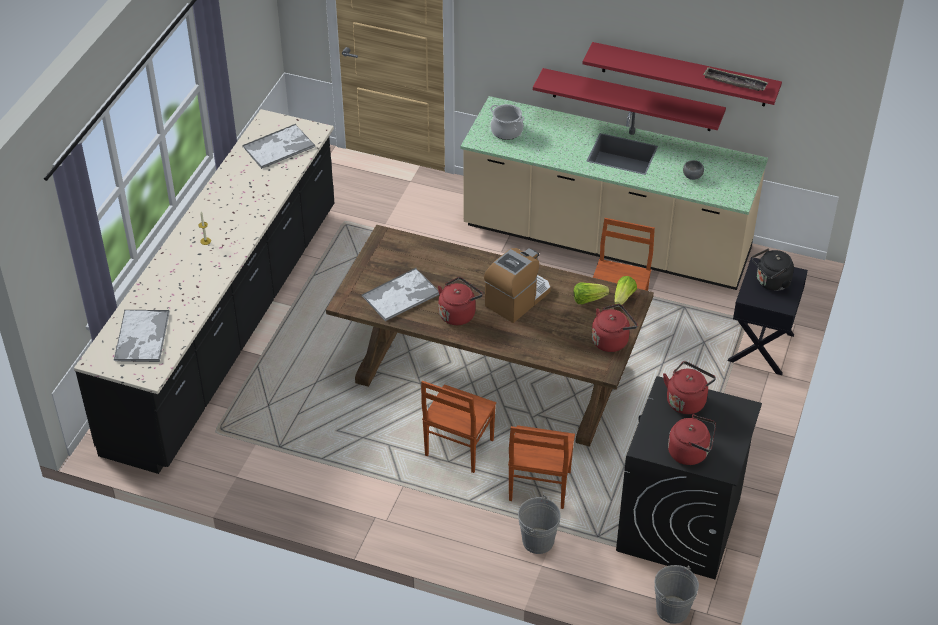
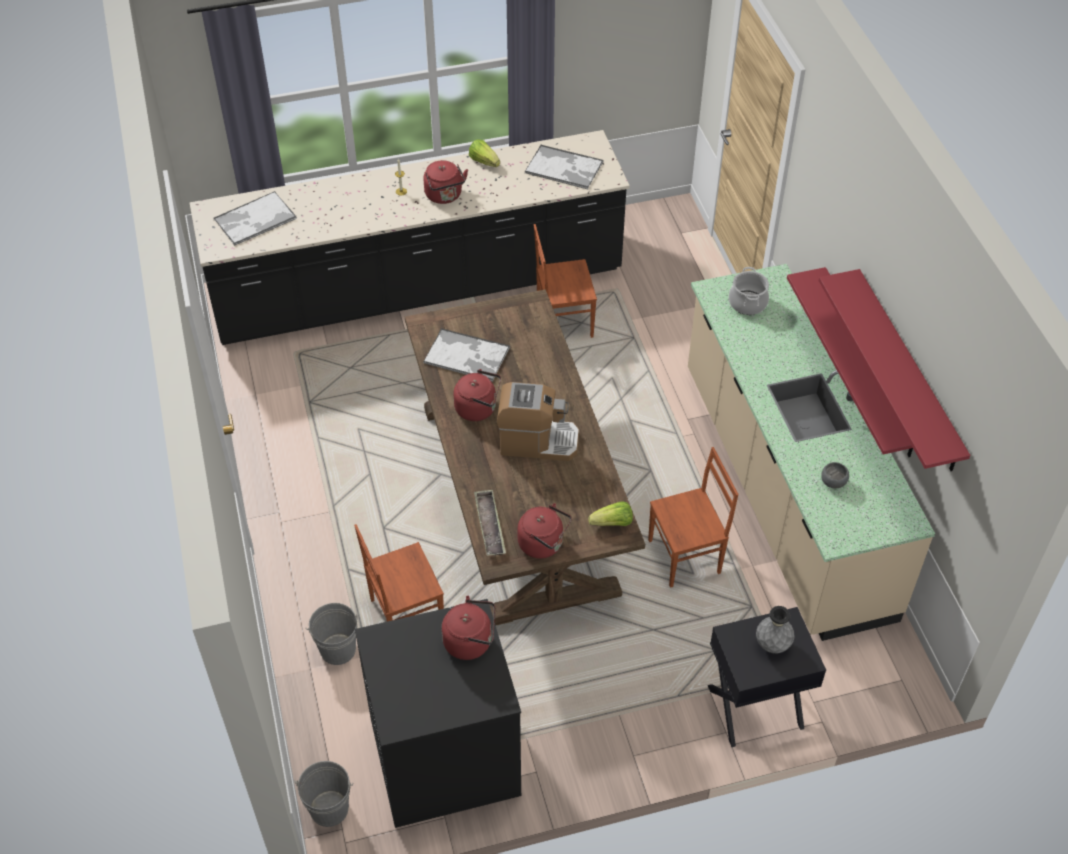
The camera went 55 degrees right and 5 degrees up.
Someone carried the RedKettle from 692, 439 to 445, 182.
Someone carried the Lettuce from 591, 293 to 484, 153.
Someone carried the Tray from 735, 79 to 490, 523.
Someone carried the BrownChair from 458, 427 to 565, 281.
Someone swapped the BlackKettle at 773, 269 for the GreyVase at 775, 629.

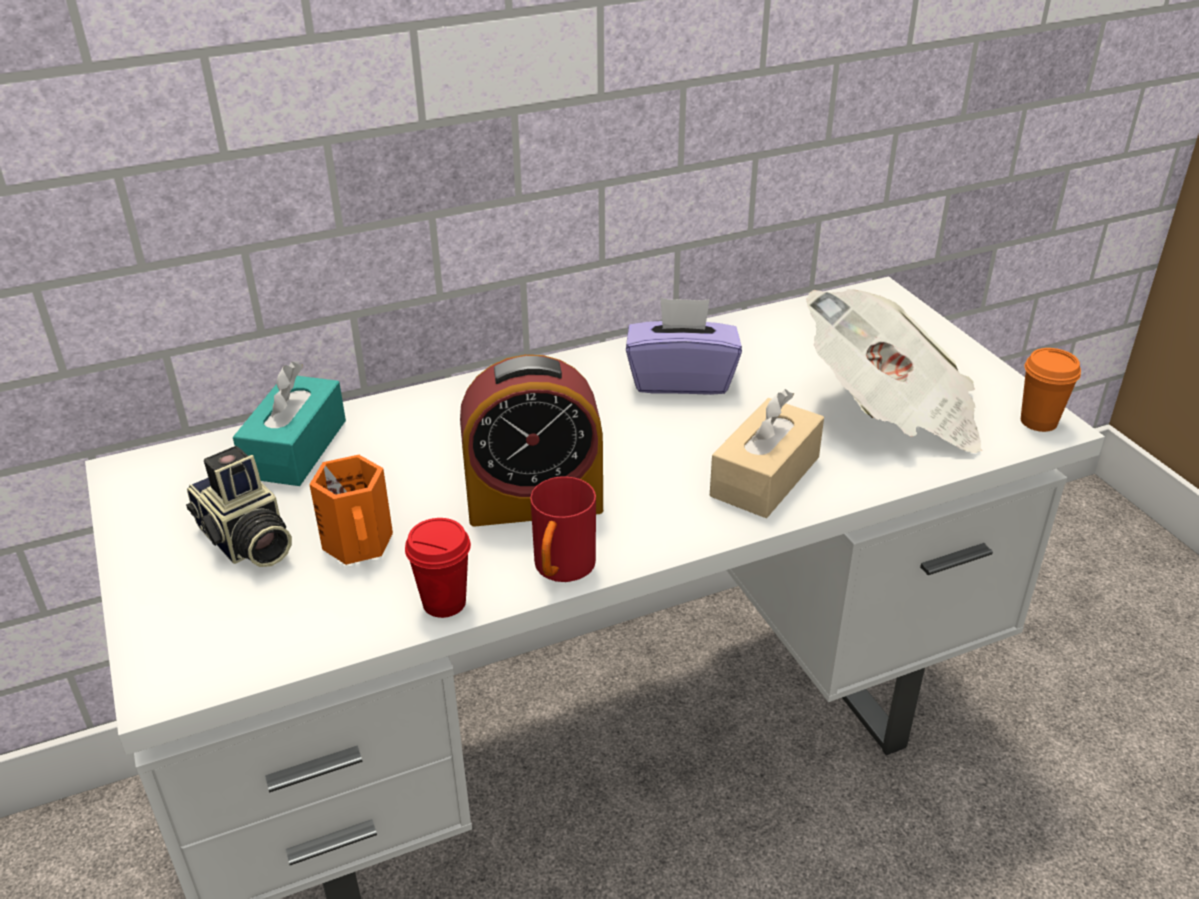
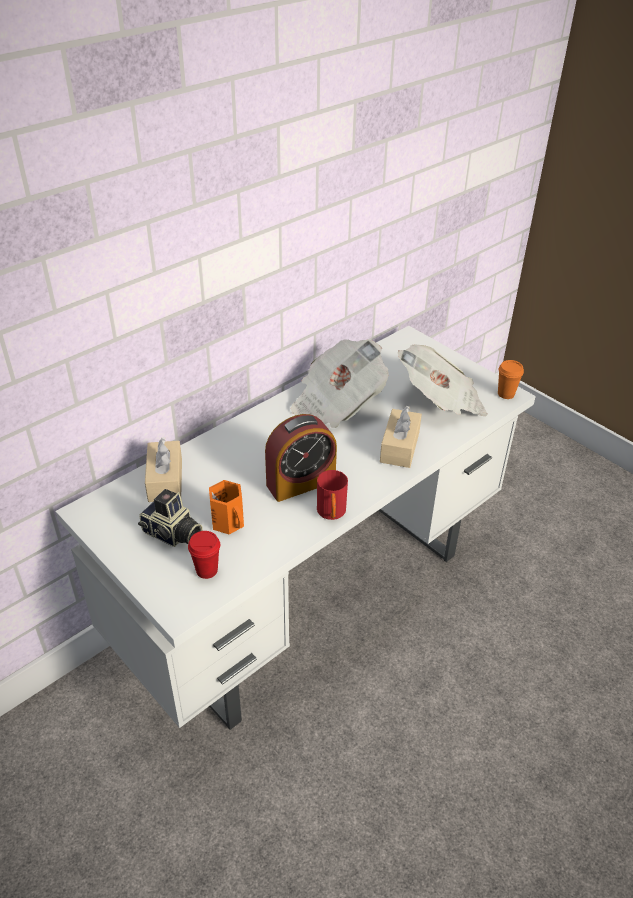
The camera went 20 degrees left and 5 degrees up.
Someone repainted the TurquoiseTissueBox at 289, 424, which became the BeigeTissueBox at 163, 469.
Someone carried the RedCup from 438, 568 to 204, 555.
Someone swapped the PurpleTissueBox at 684, 346 for the Newspaper at 340, 383.

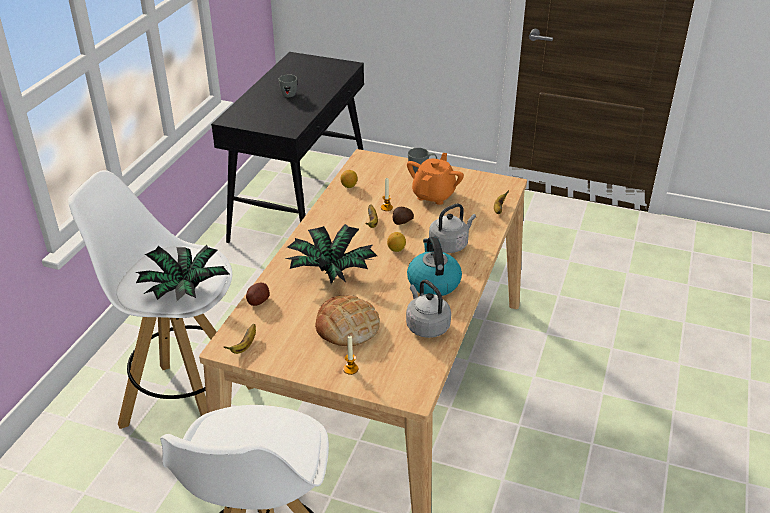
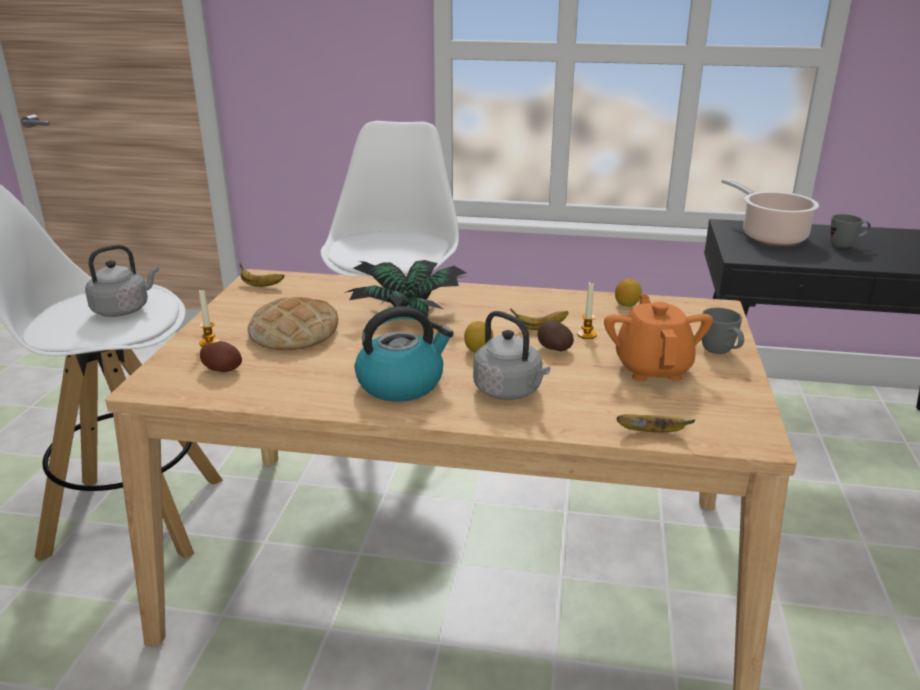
The camera went 80 degrees right and 10 degrees down.
Someone carried the GreyKettle from 428, 308 to 122, 281.
Someone carried the Potato from 258, 294 to 221, 356.
Someone rotated the OrangeTeapot at 435, 179 by 105 degrees counterclockwise.
Someone put down the CookingPot at 770, 212.
Someone took away the PottedPlant at 183, 273.

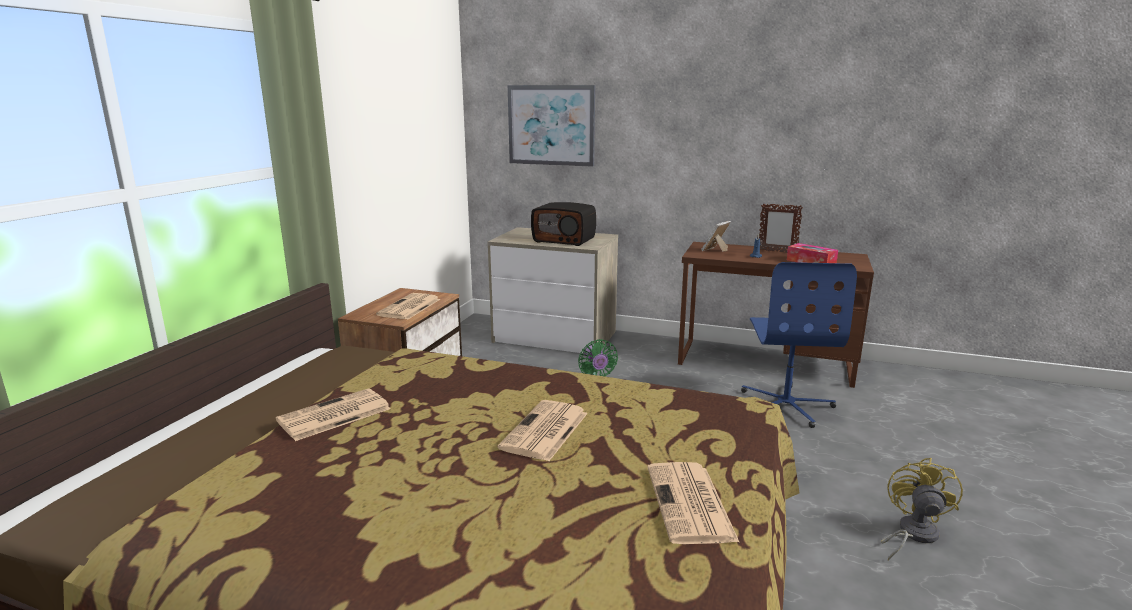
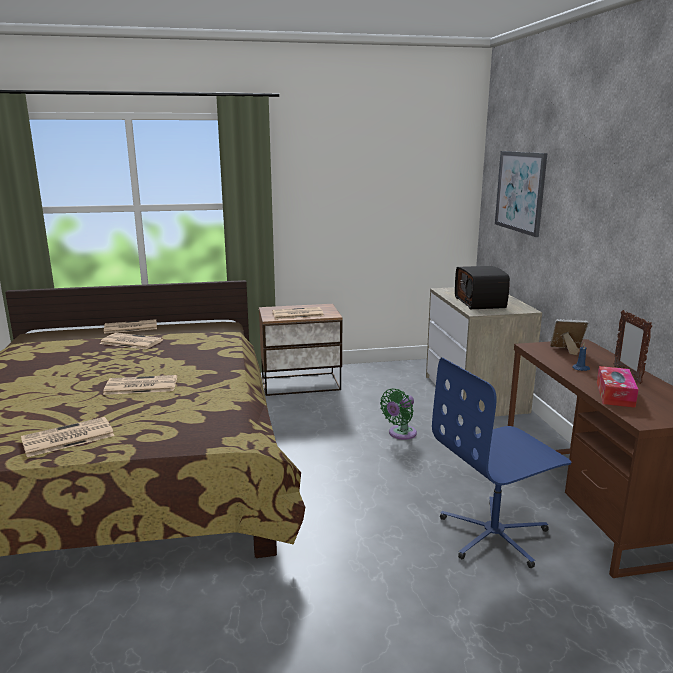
The camera went 60 degrees right and 0 degrees up.
Someone put down the Newspaper at 130, 326.
Someone took away the YellowFan at 922, 509.

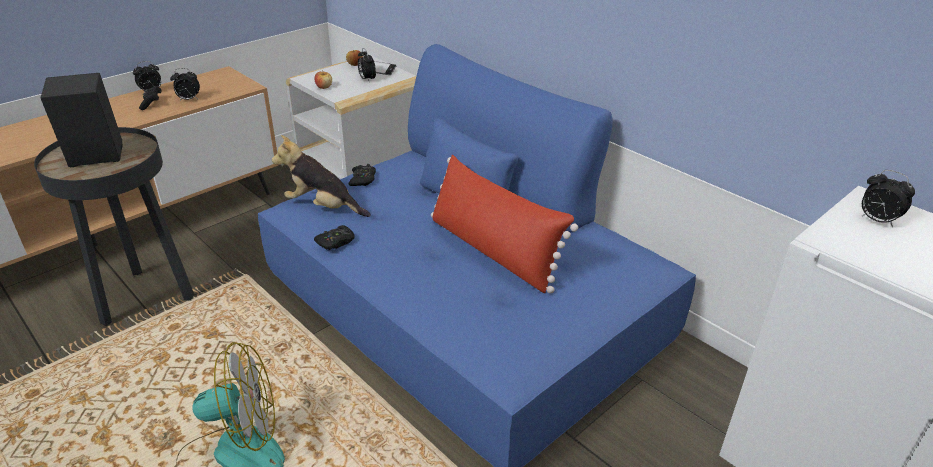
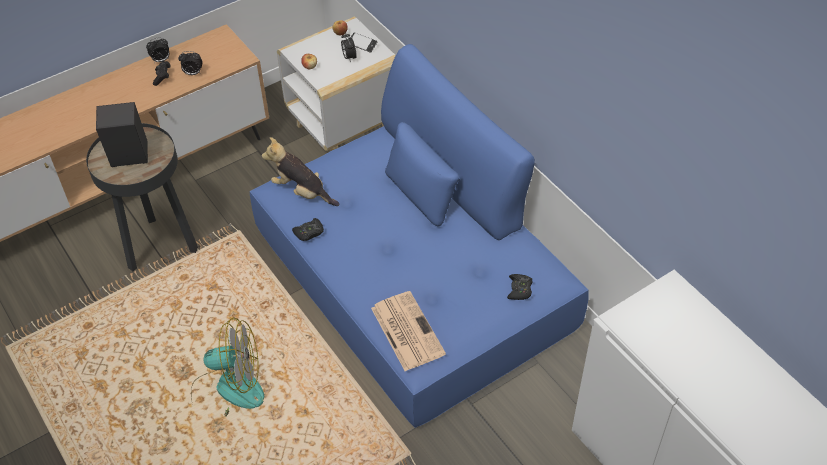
The camera went 10 degrees right and 15 degrees up.
Someone put down the Newspaper at 408, 331.
Someone carried the BlackGameController from 362, 175 to 520, 287.
Someone took away the RedPillow at 504, 224.
Someone took away the AlarmClock at 888, 198.

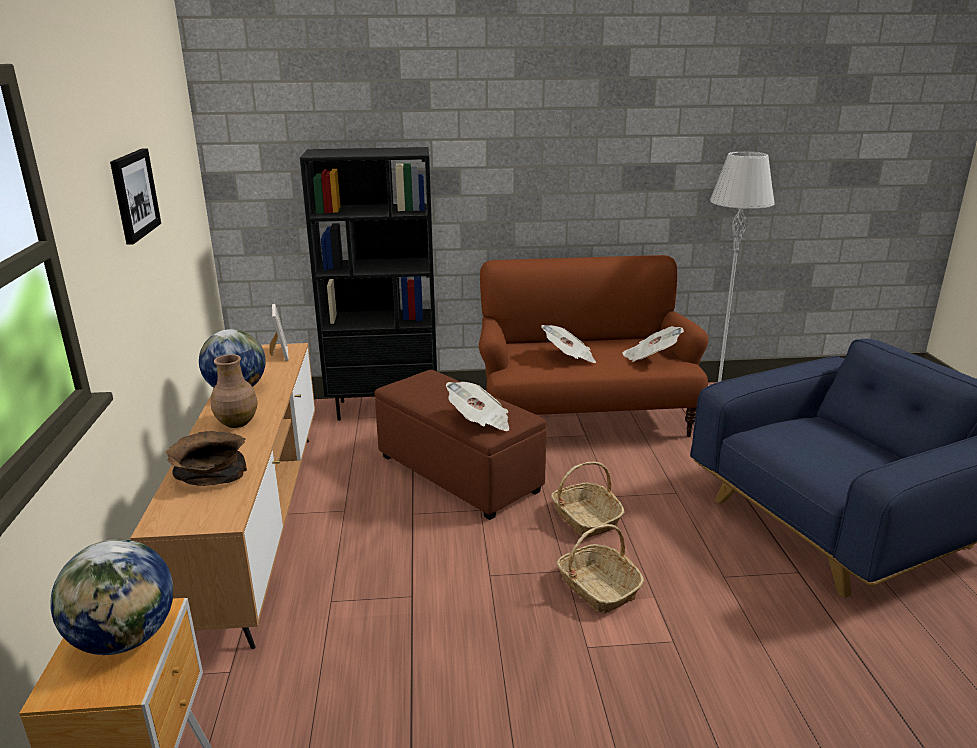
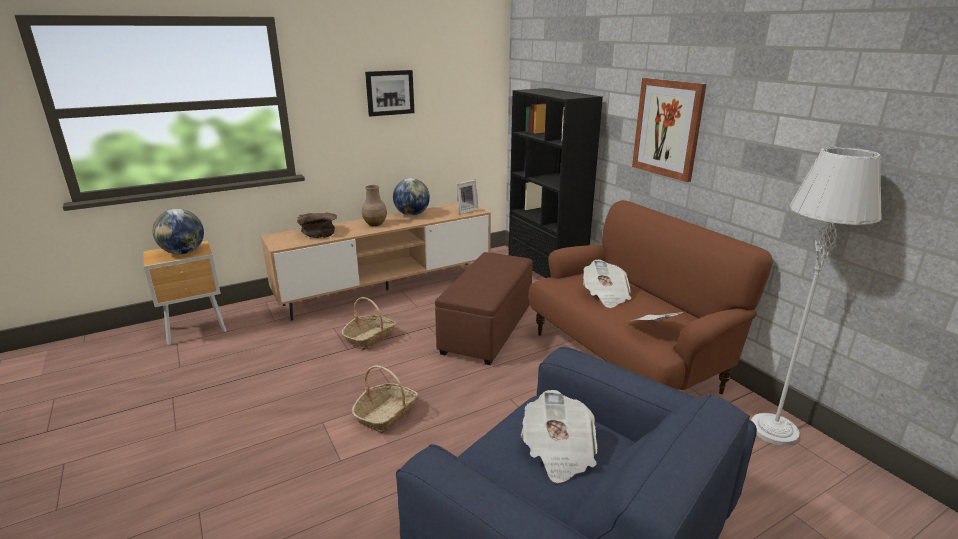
The camera went 65 degrees right and 0 degrees up.
Someone carried the Basket from 588, 500 to 369, 323.
Someone carried the Newspaper from 477, 406 to 559, 436.
Someone put up the Picture at 669, 130.

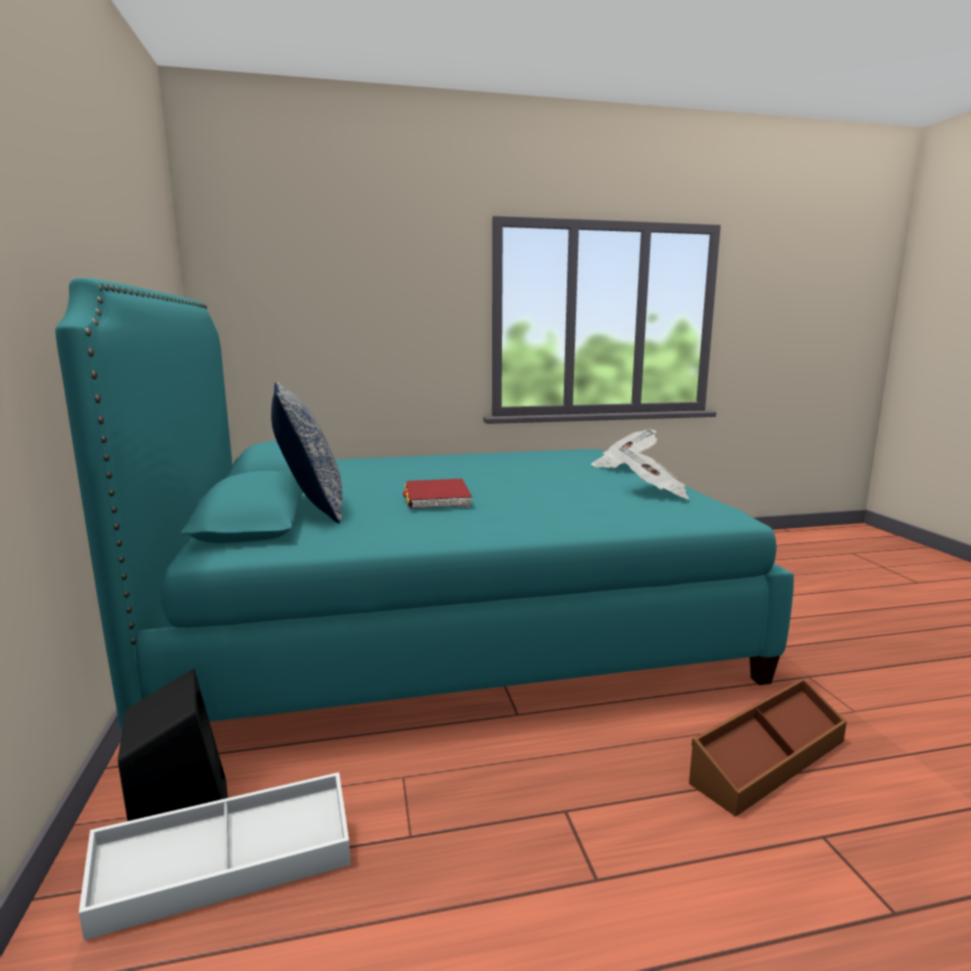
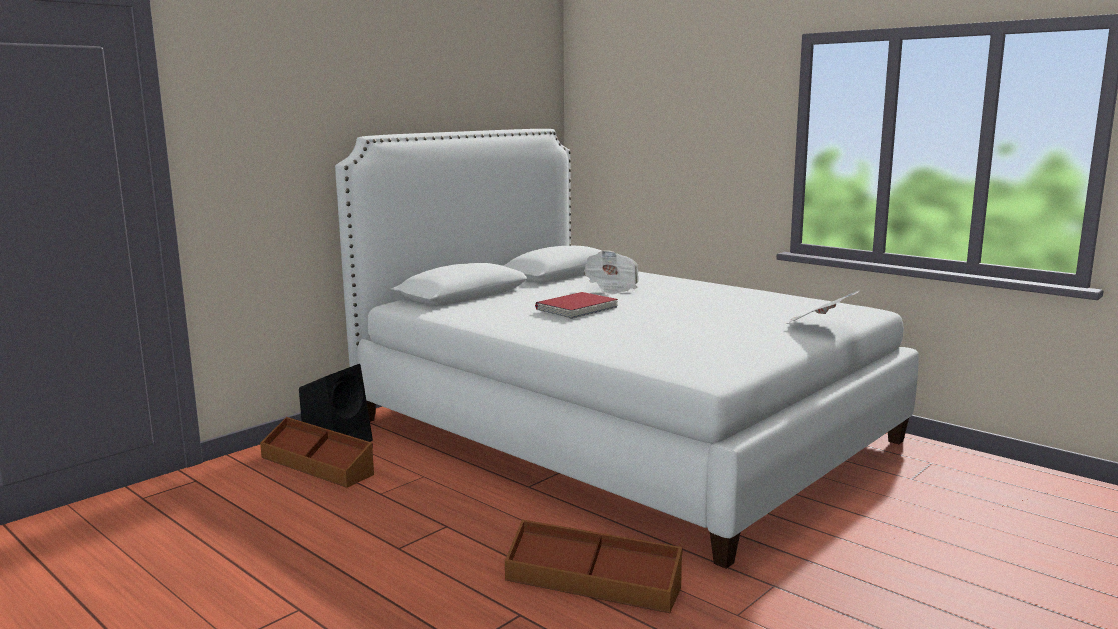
The camera went 55 degrees right and 0 degrees up.
Someone repainted the WhiteStorageBox at 215, 856, which became the BrownStorageBox at 317, 452.
Someone repainted the TurquoiseBed at 424, 503, which became the WhiteBed at 627, 349.
Someone carried the Newspaper from 653, 473 to 611, 272.
Someone took away the Pillow at 306, 453.

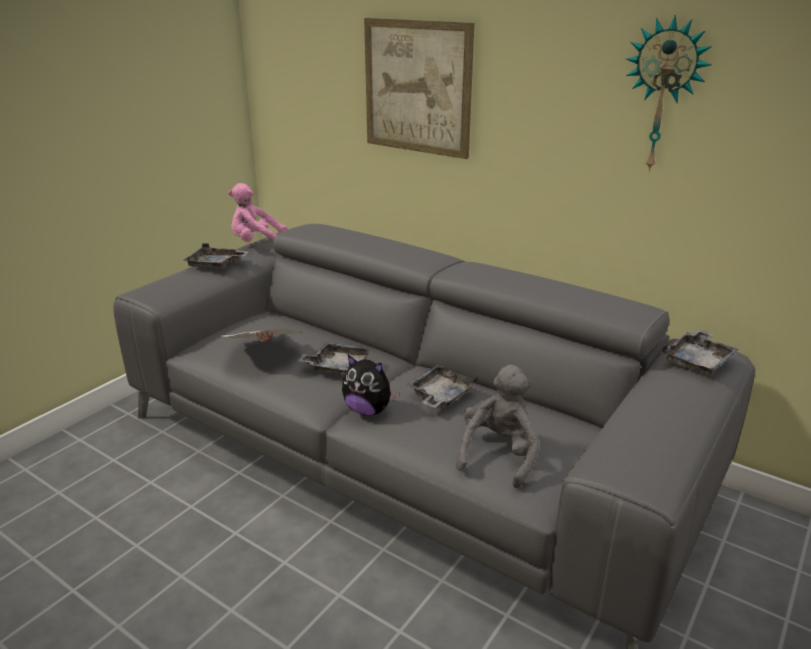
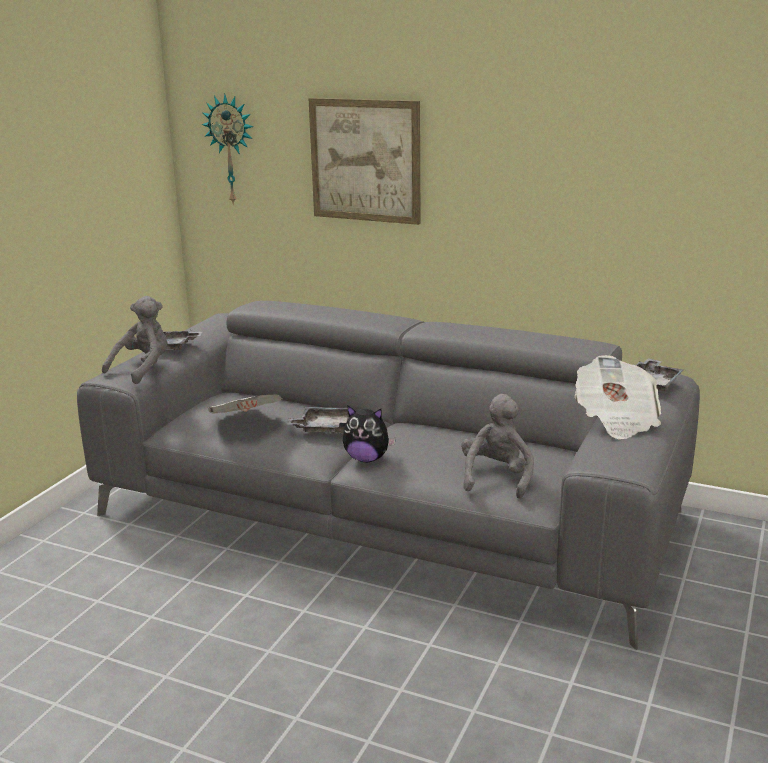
The camera went 10 degrees left and 5 degrees down.
Someone put down the GreyPlushToy at 135, 340.
Someone carried the WallClock from 669, 93 to 227, 149.
Someone put down the Newspaper at 617, 397.
Someone took away the PinkPlushToy at 258, 212.
Someone took away the GreyTray at 442, 386.

